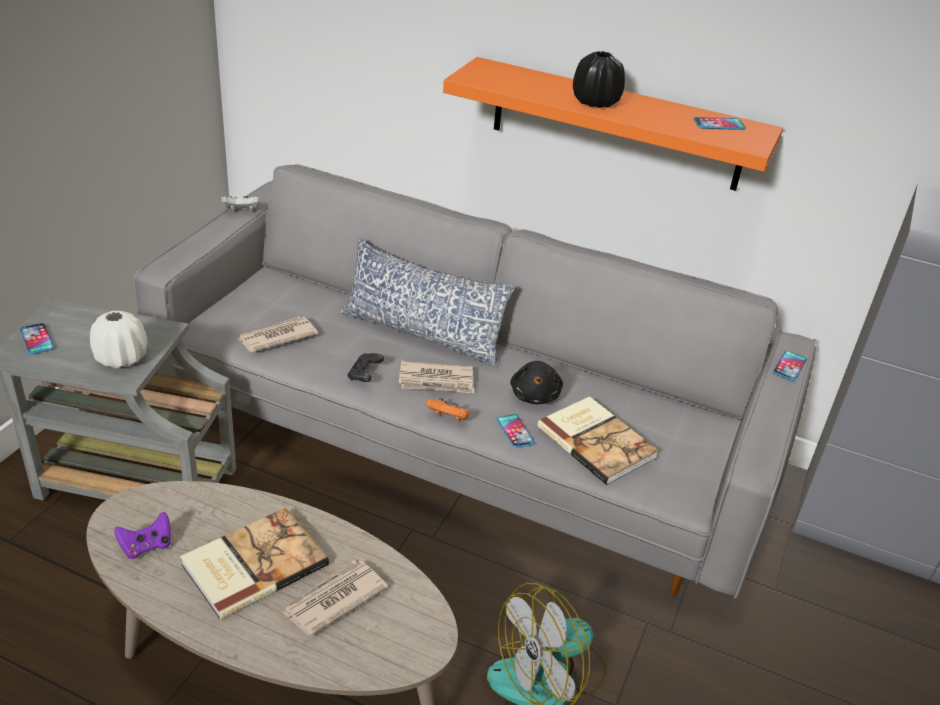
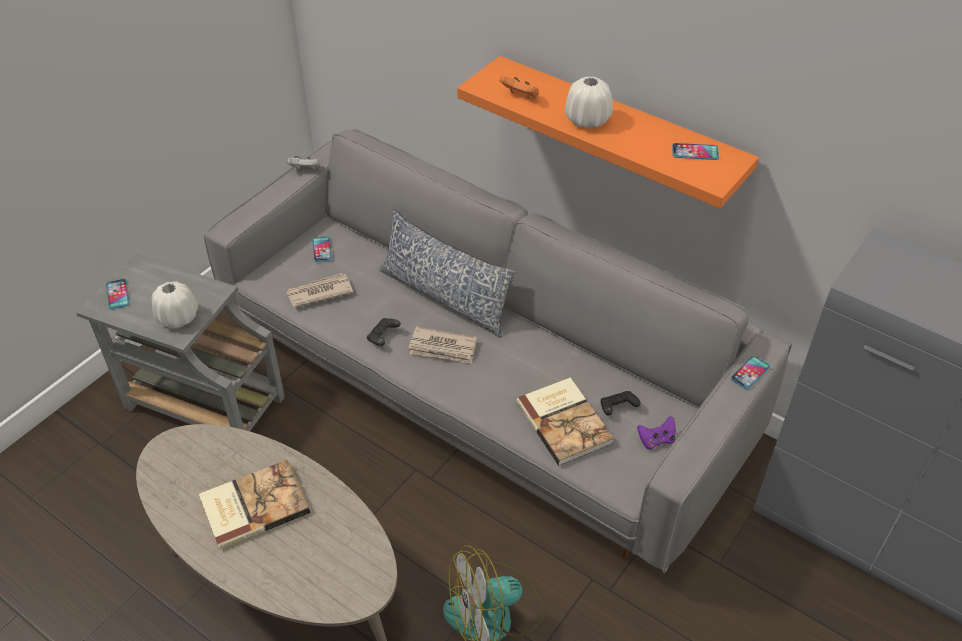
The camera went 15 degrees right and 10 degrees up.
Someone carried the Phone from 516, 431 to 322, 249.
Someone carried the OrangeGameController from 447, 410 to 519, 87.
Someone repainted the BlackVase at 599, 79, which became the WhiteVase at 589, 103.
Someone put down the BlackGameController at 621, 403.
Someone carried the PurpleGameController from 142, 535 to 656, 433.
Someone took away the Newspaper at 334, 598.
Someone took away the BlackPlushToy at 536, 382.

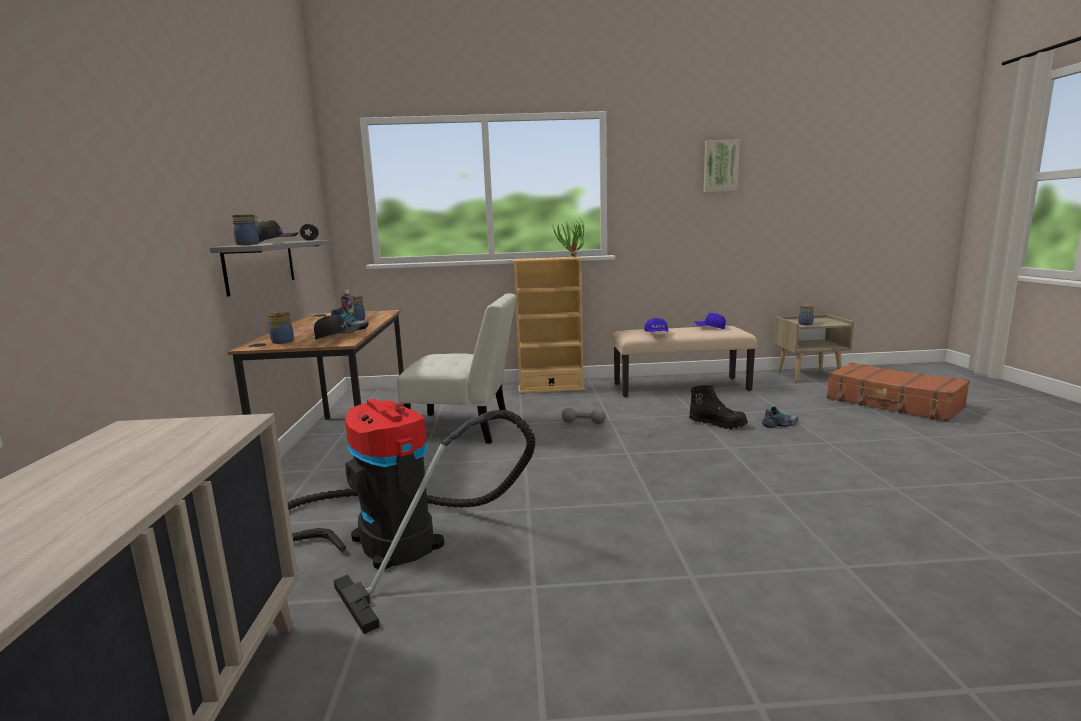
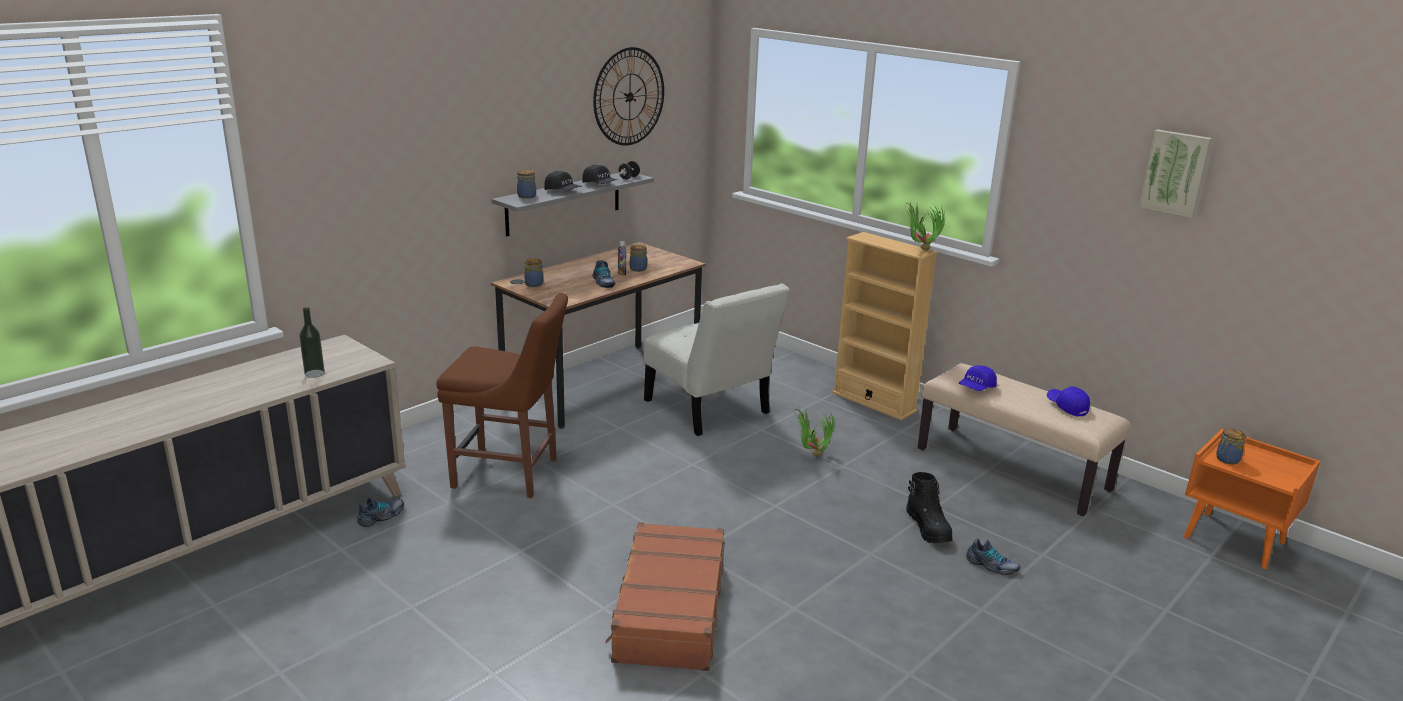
The camera went 45 degrees right and 10 degrees up.
Someone put down the Bottle at 312, 342.
Someone put down the Shoe at 380, 512.
Someone swapped the VacuumCleaner at 411, 516 for the BrownChair at 502, 395.
Someone carried the BlackCap from 337, 327 to 599, 174.
Someone put up the WallClock at 628, 96.
Someone carried the BrownSuitcase from 898, 392 to 665, 596.
Someone swapped the GreyDumbbell at 584, 416 for the PottedPlant at 814, 433.
Someone repainted the BeigeNightstand at 814, 348, which became the OrangeNightstand at 1252, 499.

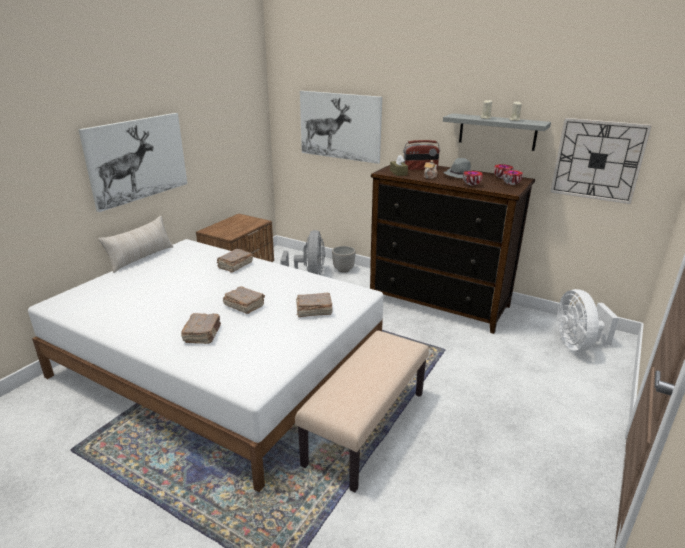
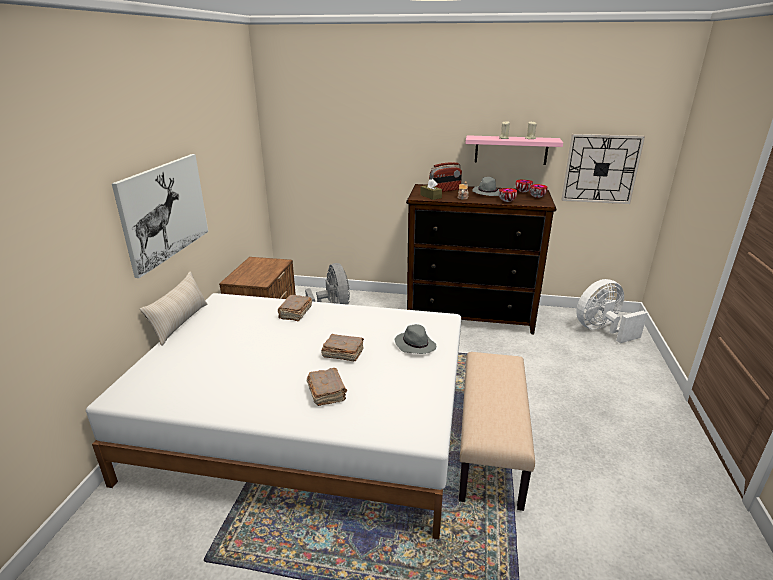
The camera went 20 degrees left and 0 degrees up.
Someone swapped the BrownBook at 314, 305 for the GreyHat at 415, 339.
Someone repainted the GreyShelf at 497, 132, which became the PinkShelf at 514, 150.
Someone rotated the WhiteFan at 588, 320 by 90 degrees clockwise.
Someone took away the Picture at 341, 127.
Someone took away the Planter at 344, 259.

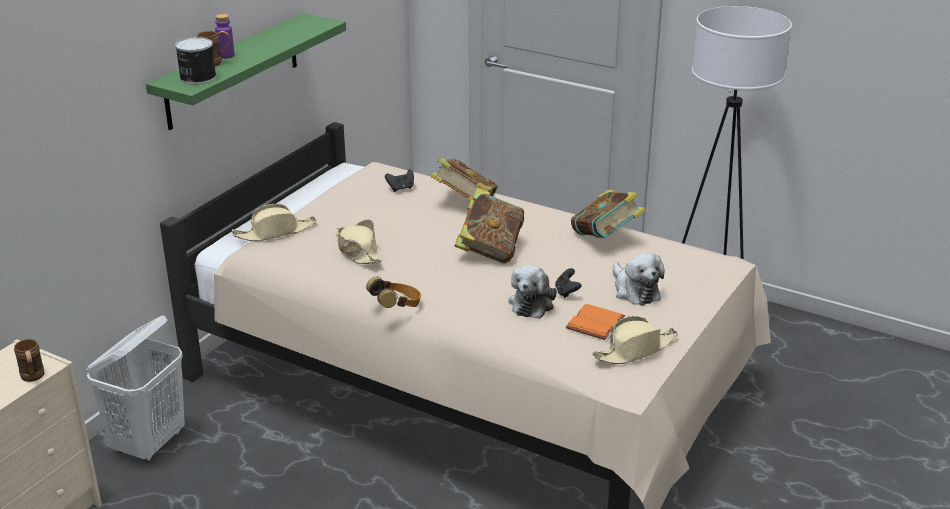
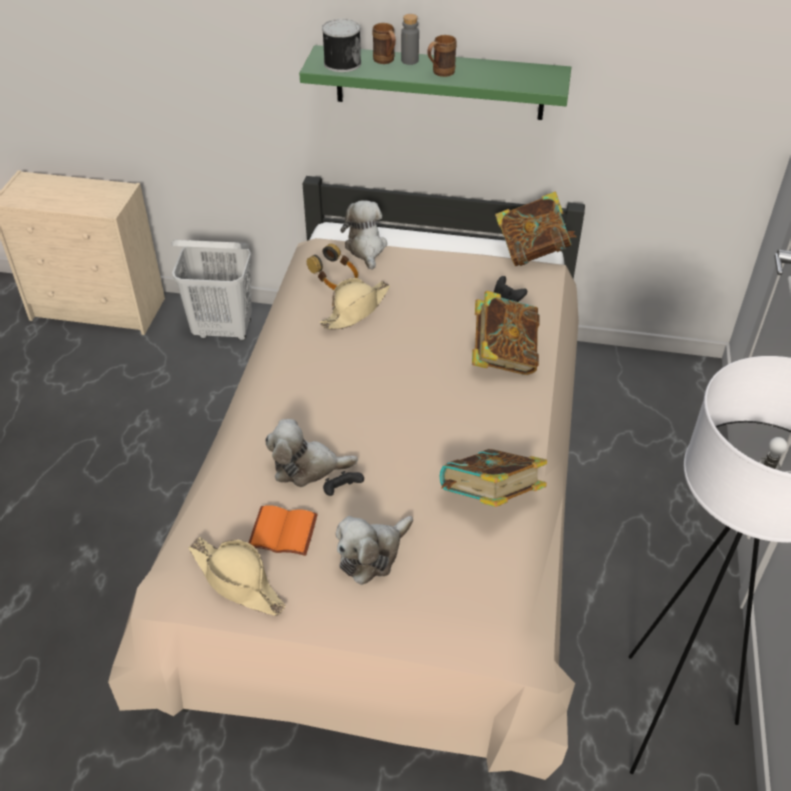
The camera went 70 degrees right and 15 degrees up.
Someone carried the Headphones from 393, 292 to 332, 267.
Someone swapped the BeigeHat at 274, 222 for the PlushToy at 364, 235.
Someone repainted the PurpleBottle at 224, 36, which became the GreyBottle at 410, 39.
Someone carried the BrownMug from 29, 360 to 442, 56.
Someone carried the Book from 489, 225 to 536, 228.

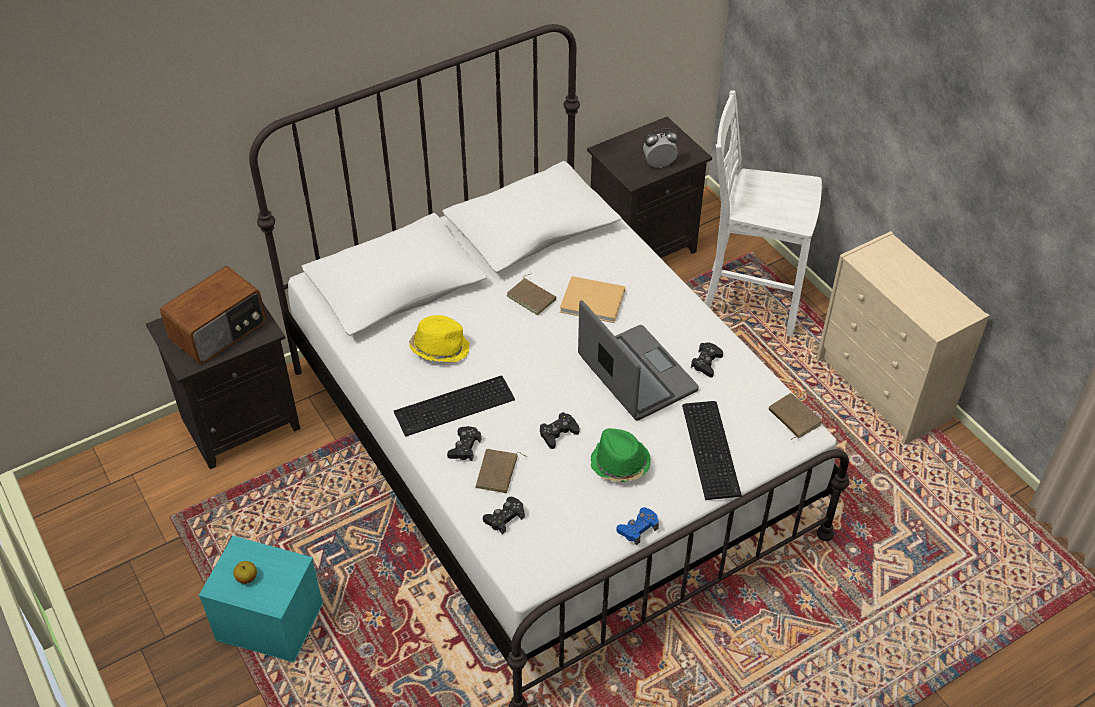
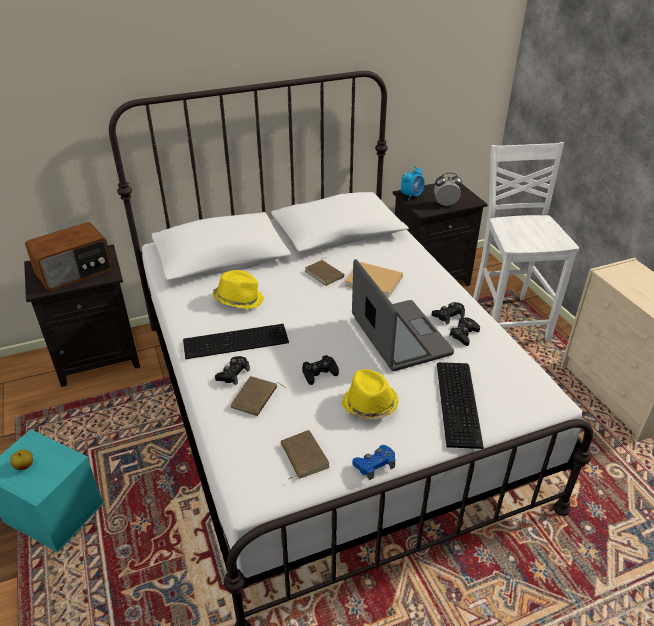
The camera went 10 degrees right and 10 degrees down.
Someone carried the BrownBook from 795, 416 to 305, 455.
Someone repainted the GreenHat at 620, 455, which became the YellowHat at 369, 394.
Someone put down the AlarmClock at 413, 183.
Someone carried the BlackGameController from 504, 515 to 448, 313.
Someone rotated the WhiteChair at 763, 213 by 60 degrees clockwise.

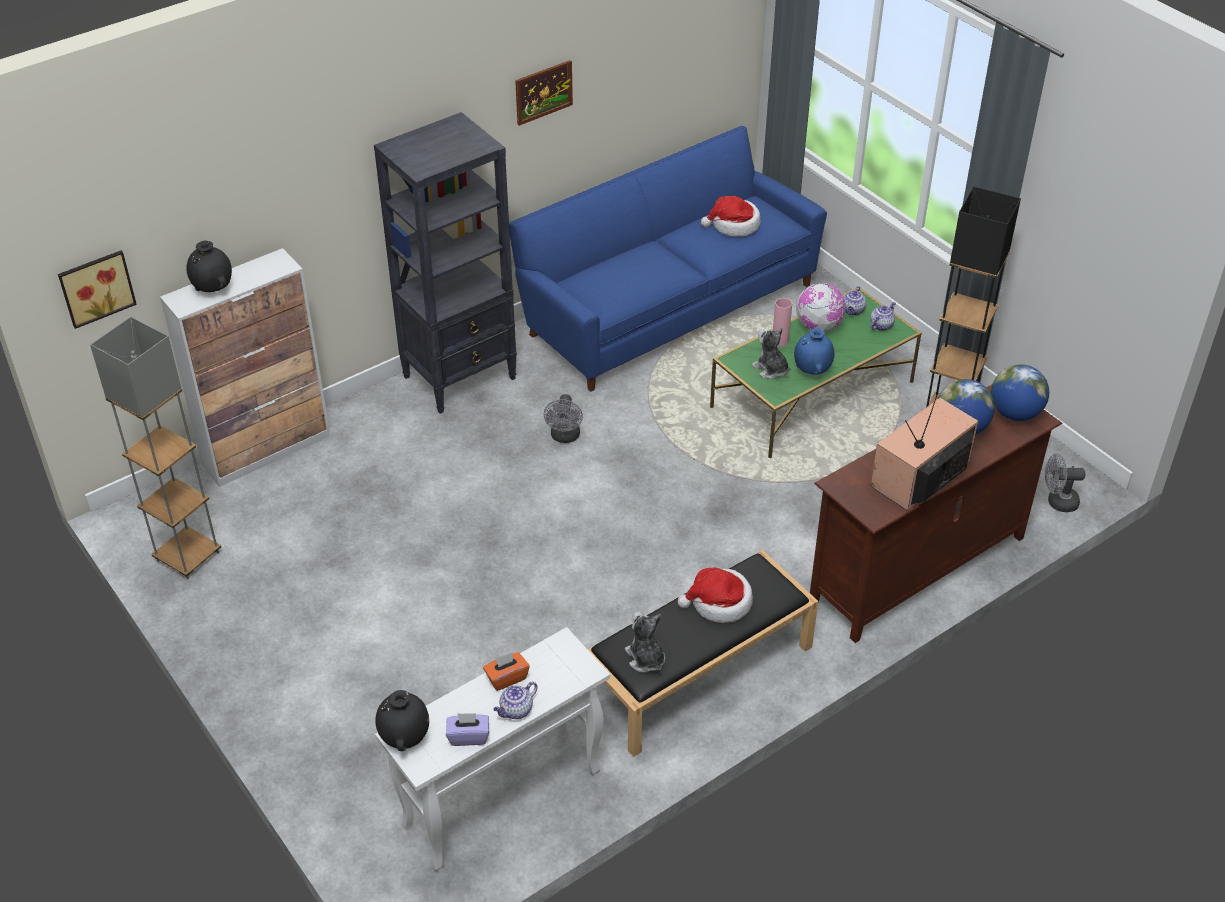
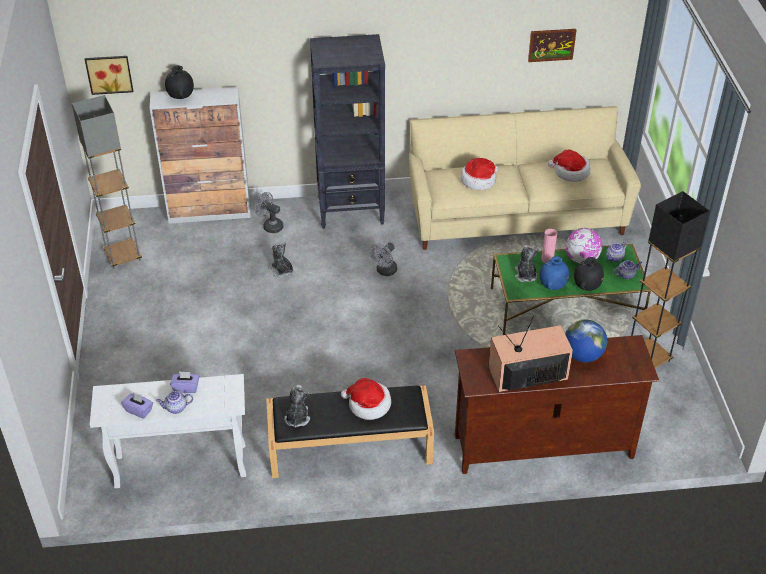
The camera went 30 degrees right and 0 degrees up.
Someone repainted the OrangeTissueBox at 506, 671, which became the PurpleTissueBox at 185, 382.
Someone carried the GreyFan from 1065, 482 to 269, 212.
Someone put down the PlushToy at 281, 260.
Someone repainted the BlueSofa at 668, 259, which became the BeigeSofa at 525, 178.
Someone put down the Hat at 479, 174.
Someone carried the Picture from 544, 93 to 552, 45.
Someone carried the BlackVase from 402, 720 to 589, 274.
Someone took away the Globe at 1020, 392.

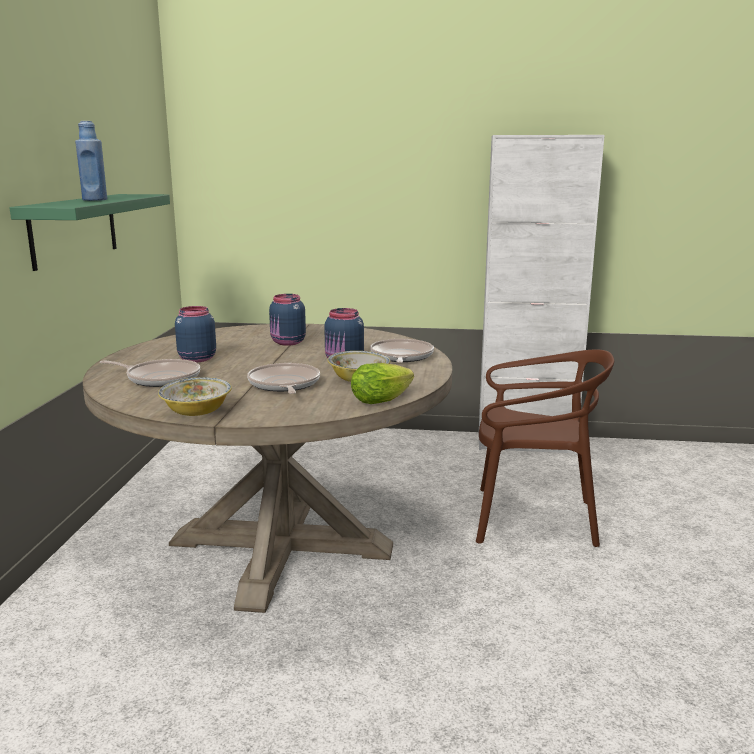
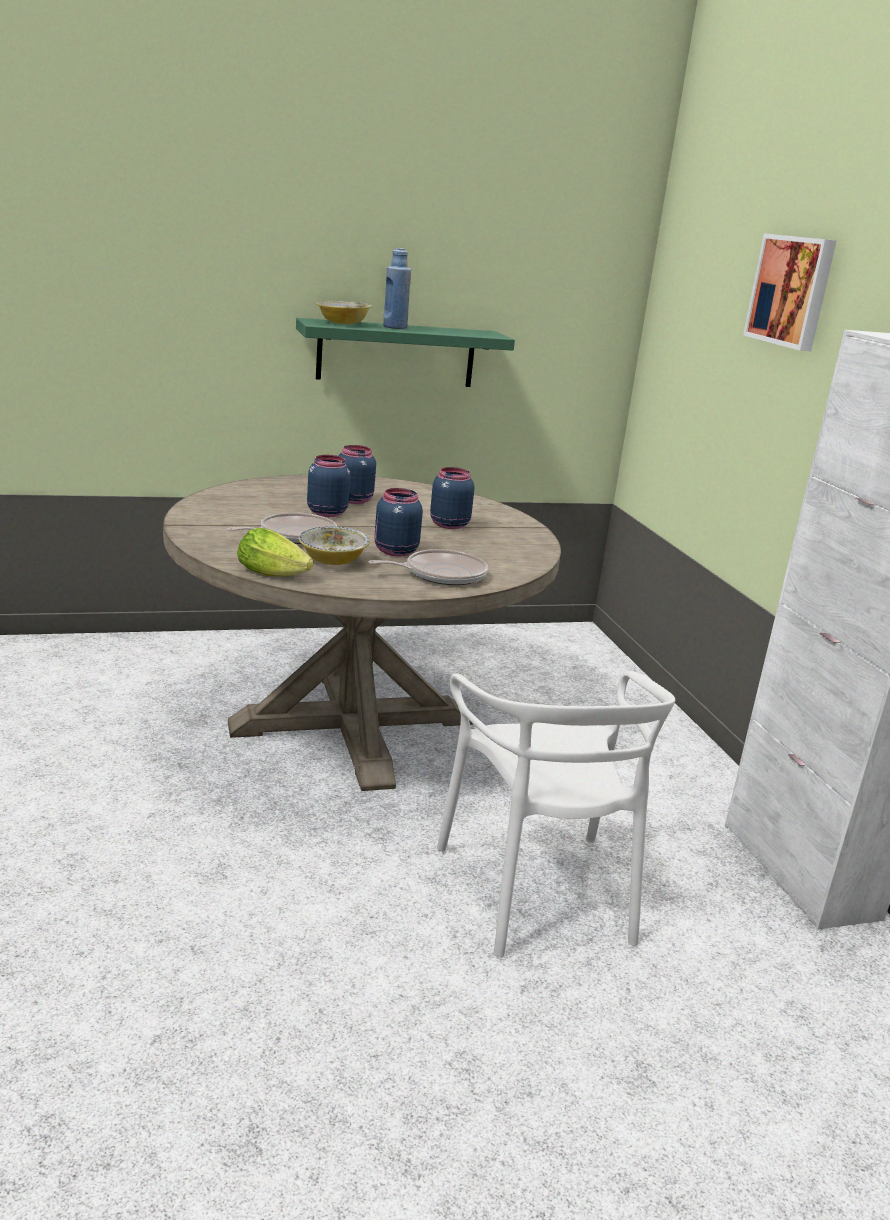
The camera went 65 degrees right and 5 degrees up.
Someone put down the BlueJar at 328, 486.
Someone carried the Bowl from 195, 396 to 344, 312.
Someone repainted the BrownChair at 545, 448, which became the WhiteChair at 556, 814.
Someone put up the Picture at 790, 292.
Someone took away the FryingPan at 150, 373.

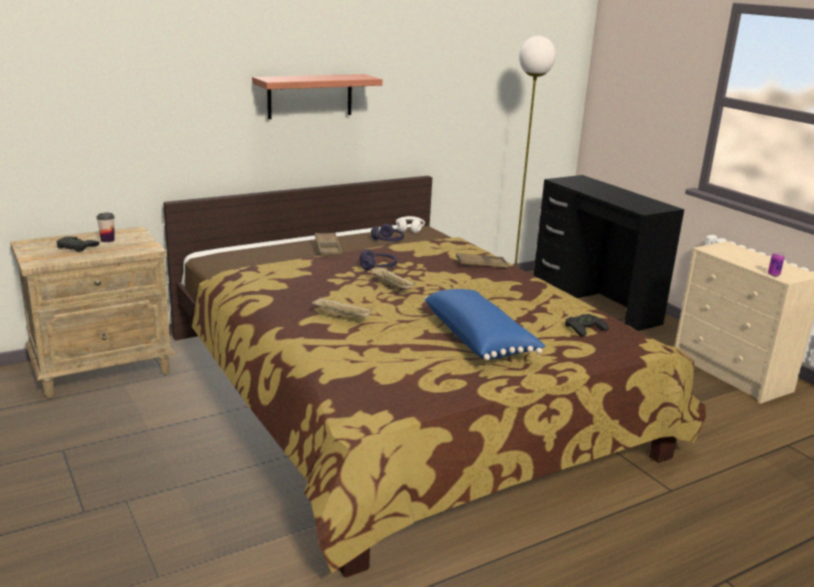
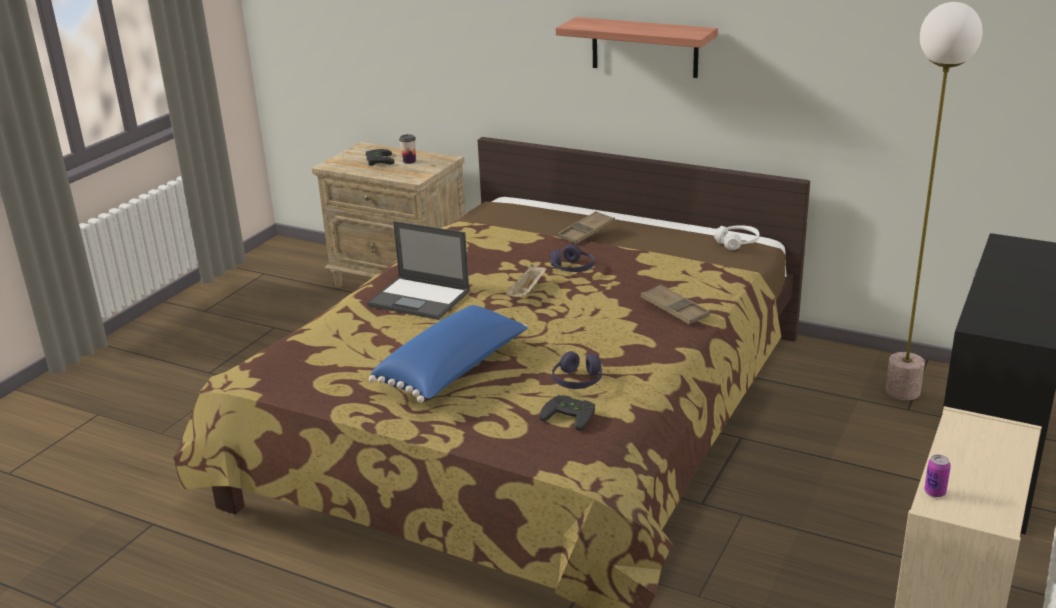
The camera went 60 degrees right and 5 degrees up.
Someone swapped the BeigeTray at 342, 308 for the Laptop at 418, 270.
Someone carried the PurpleHeadphones from 387, 233 to 577, 370.

